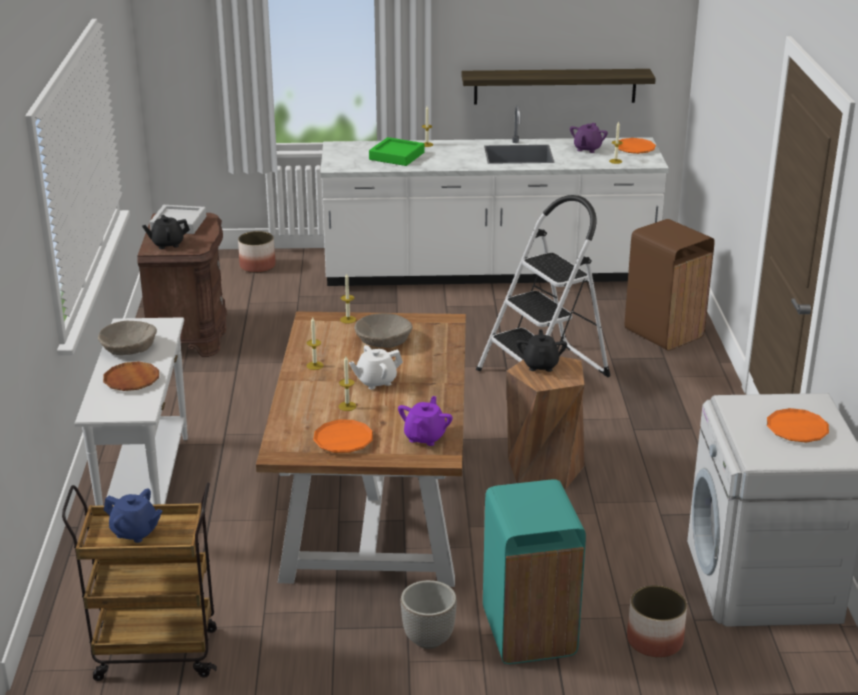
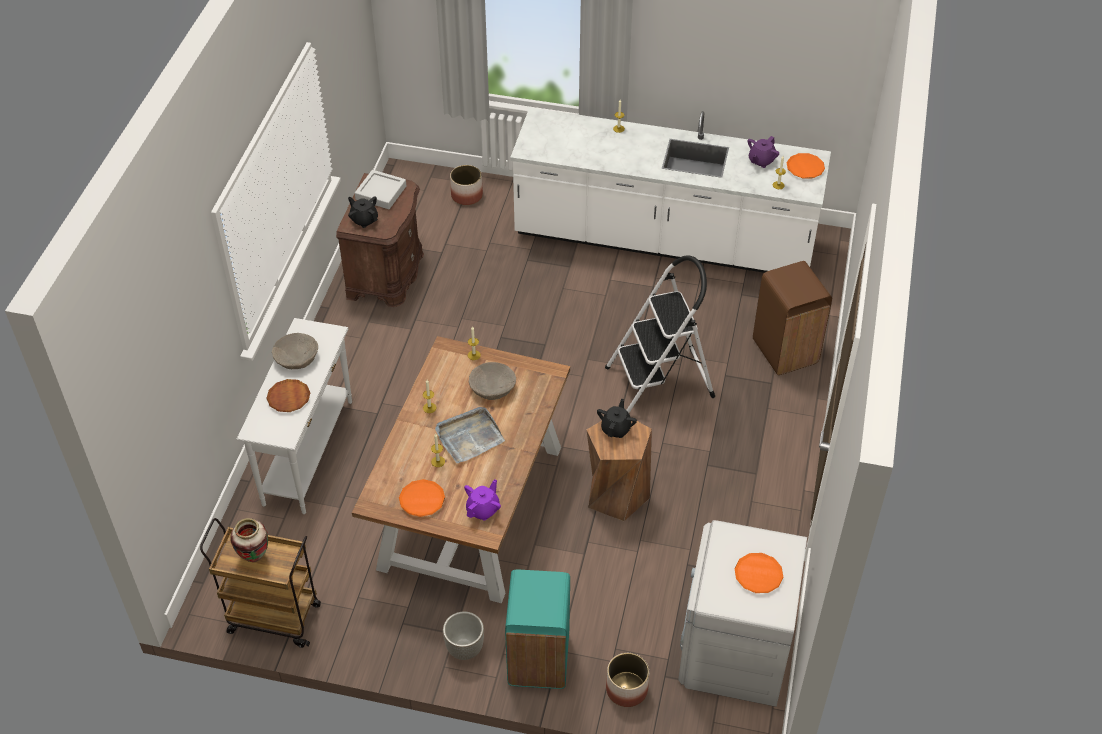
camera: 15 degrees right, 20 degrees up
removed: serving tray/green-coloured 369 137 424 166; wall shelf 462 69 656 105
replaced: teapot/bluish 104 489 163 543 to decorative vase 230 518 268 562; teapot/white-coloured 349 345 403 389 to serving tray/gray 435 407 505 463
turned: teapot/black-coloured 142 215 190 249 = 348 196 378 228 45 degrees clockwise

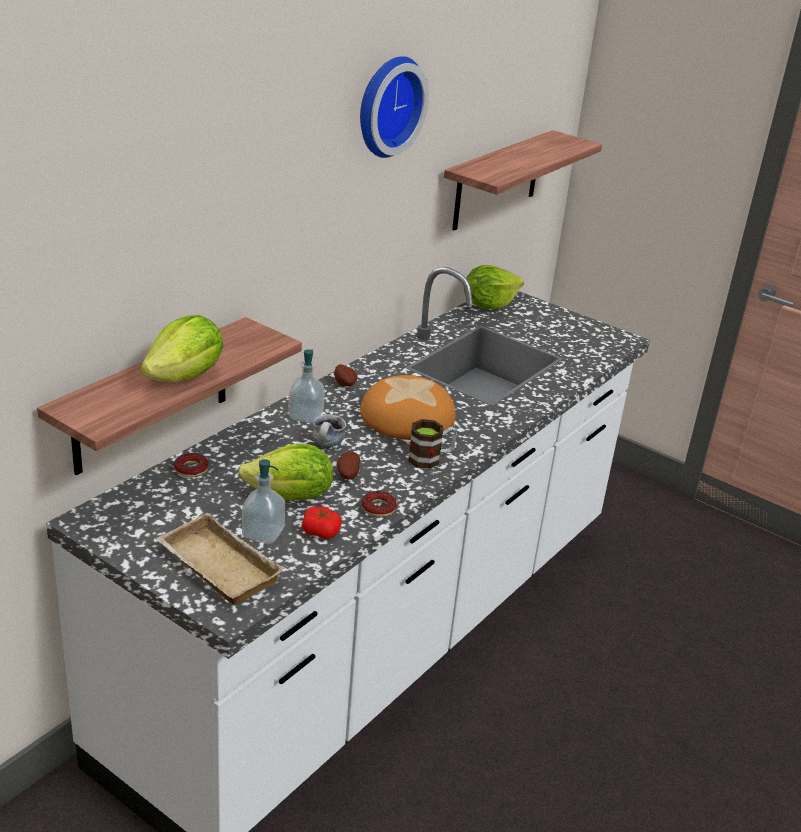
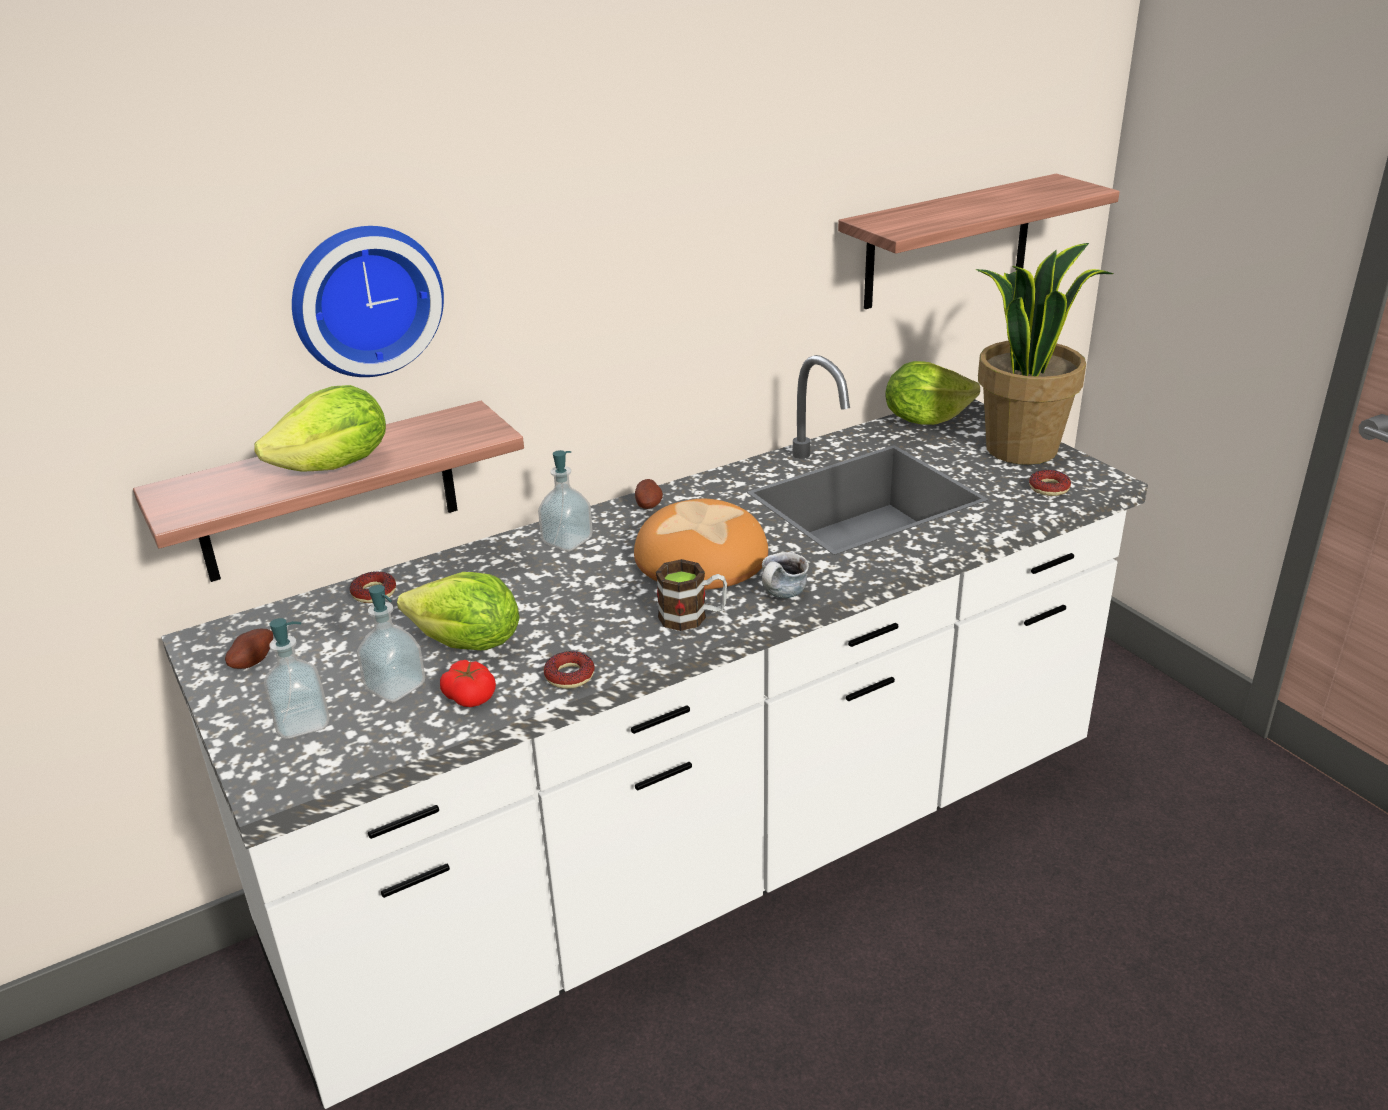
camera: 25 degrees right, 0 degrees up
added: potted plant 976 243 1114 465; doughnut 1029 470 1071 496
moved: whole potato 337 451 360 479 to 225 629 273 669; wall clock 360 56 429 158 to 292 226 444 377; tea mug 312 414 346 447 to 762 552 809 598
replaced: serving tray/beige-coloured 155 513 285 604 to soap bottle 264 618 330 739

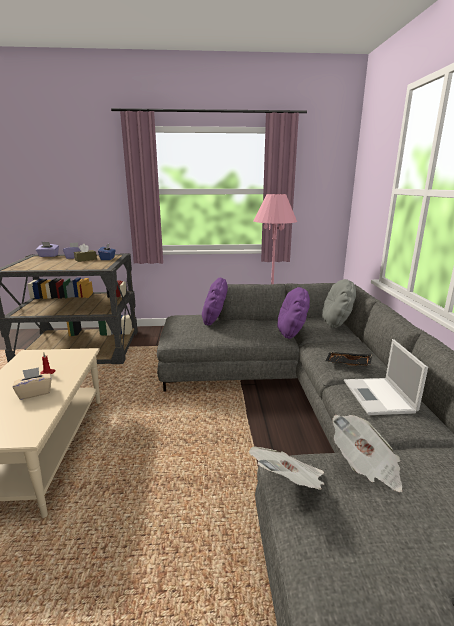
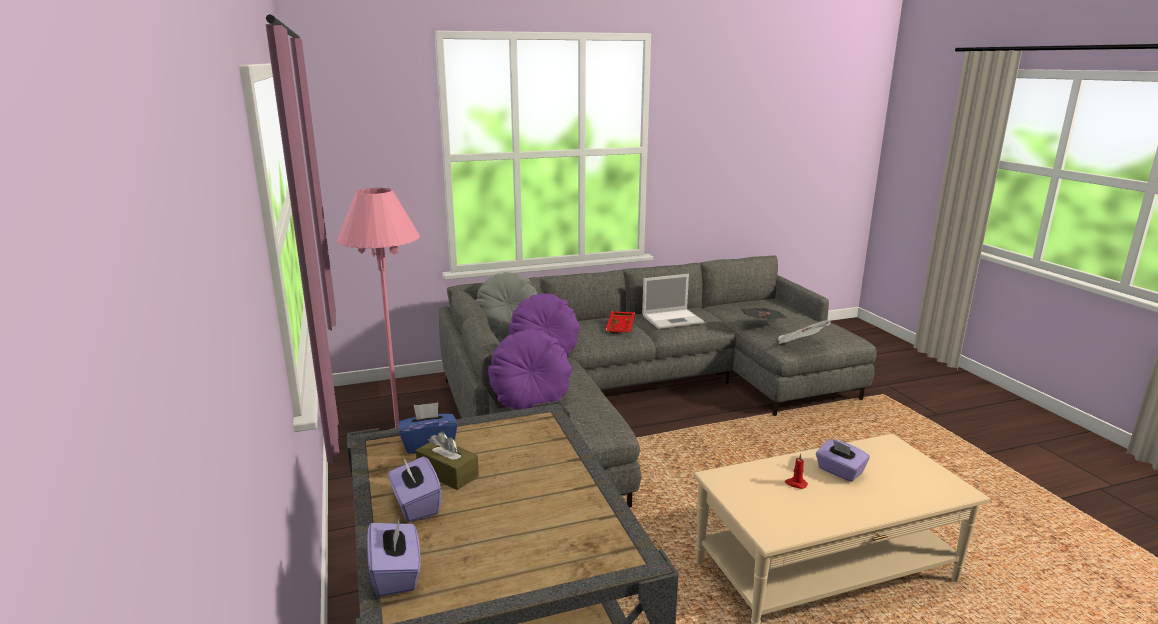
camera: 105 degrees left, 0 degrees up
recoloured: serving tray/black-coloured 325 352 372 365 to serving tray/red-coloured 606 311 635 334; box of tissues/beige-coloured 13 367 51 400 to box of tissues/purple-coloured 816 439 870 482

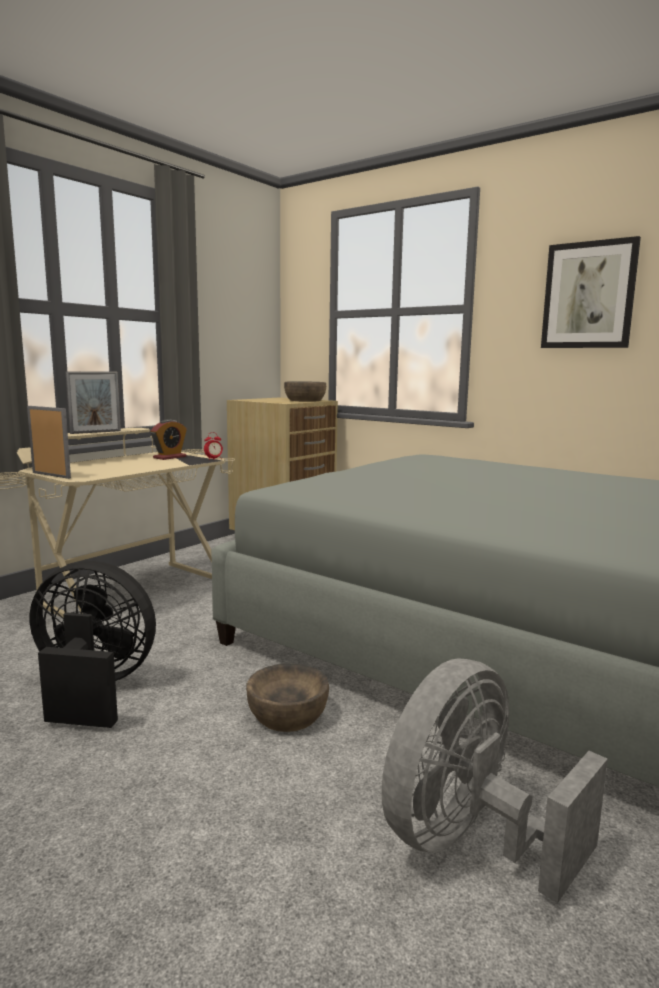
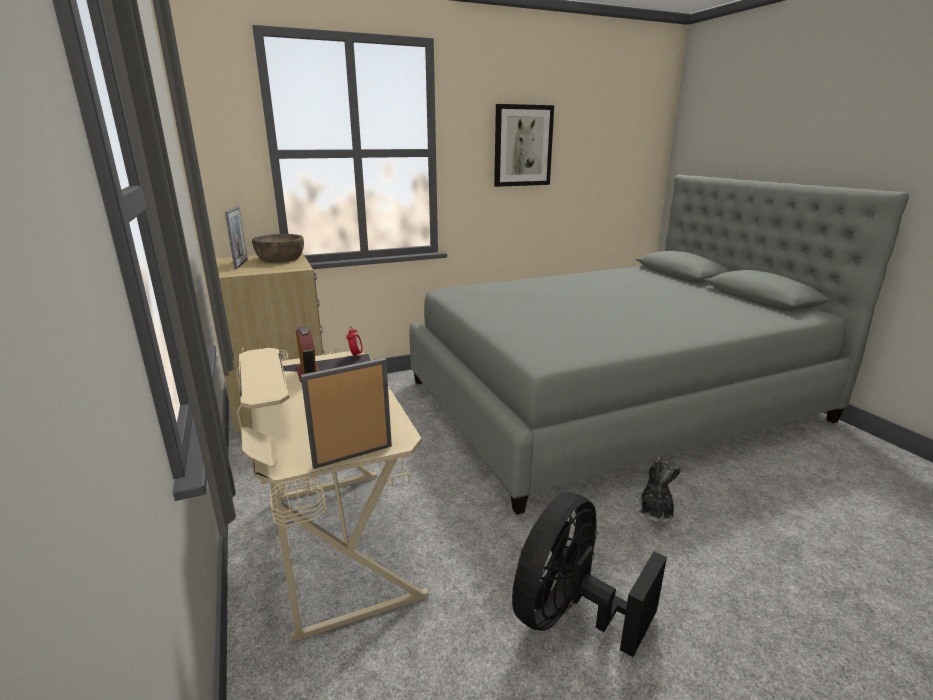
camera: 60 degrees left, 10 degrees up
removed: cooling fan/gray 381 658 608 903
moved: standing frame 65 371 121 434 to 225 206 248 269
replaced: deep dish/brown-coloured 246 663 329 732 to plush toy 635 457 682 524

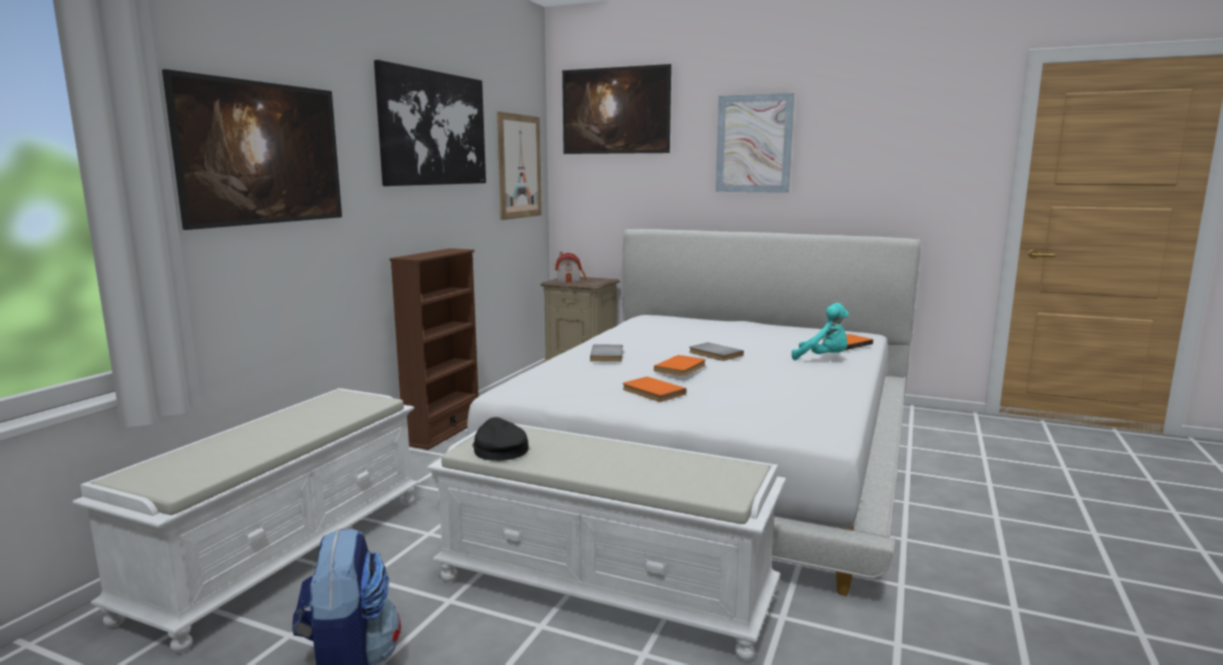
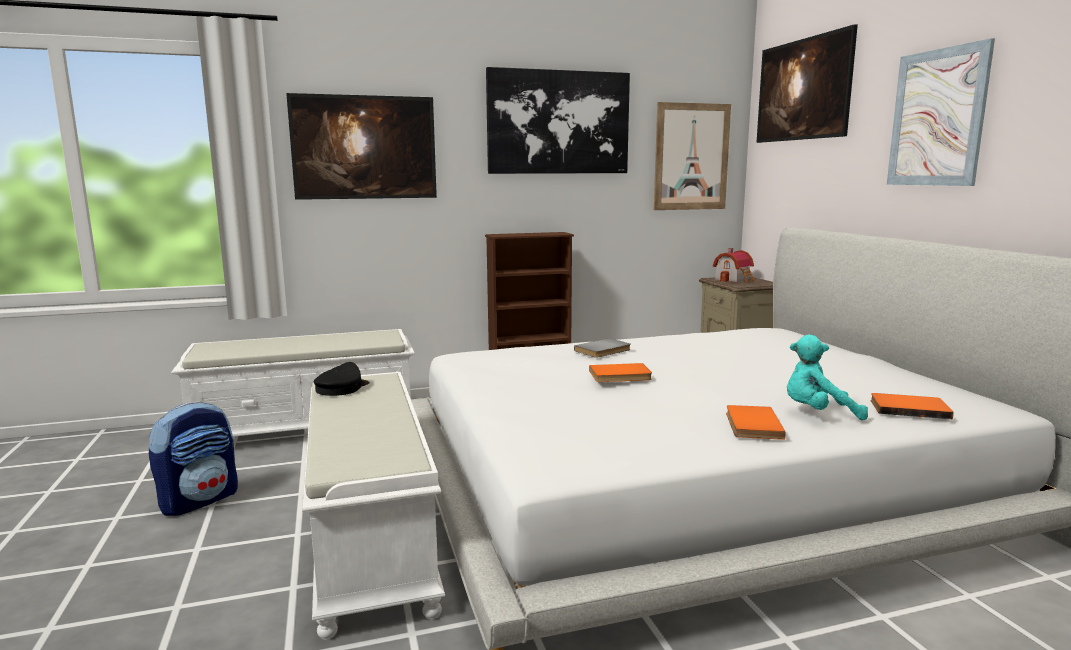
camera: 50 degrees right, 0 degrees up
removed: book/gray 689 342 744 361
moved: book/orange 623 377 687 402 to 726 405 786 440
turned: plush toy/turquoise-coloured 792 303 849 360 = 787 335 868 420 105 degrees clockwise

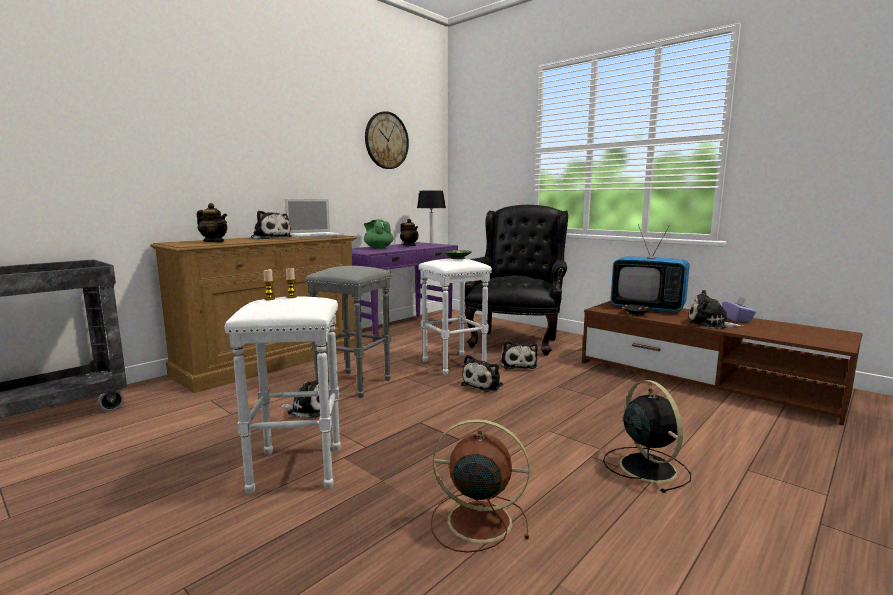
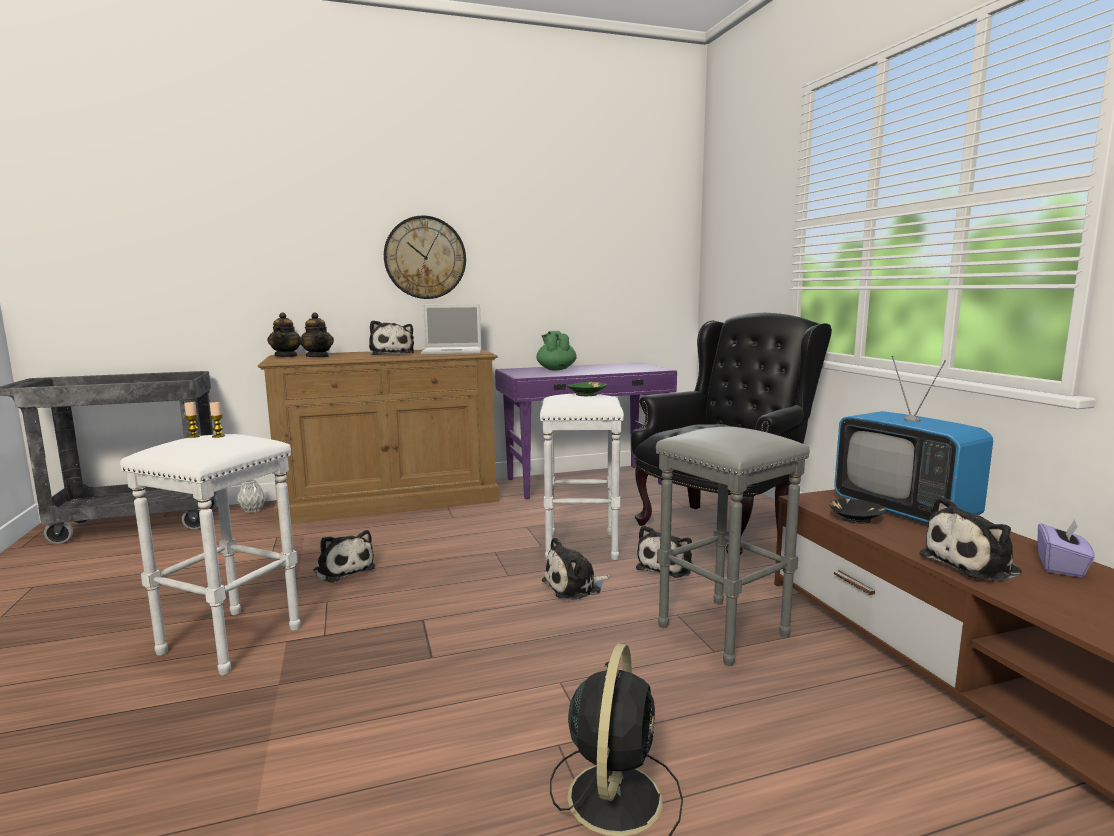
camera: 30 degrees right, 0 degrees up
removed: tabletop lamp/black-coloured 417 191 446 244; cooling fan/brown-coloured 431 419 530 553
added: decorative vase/gray 236 479 267 513
moved: teapot 400 218 419 246 to 267 312 301 357; wall clock 365 111 409 169 to 384 215 466 299; stool/gray 306 266 392 398 to 656 427 810 666
turned: plush toy 689 290 743 329 = 919 496 1022 581 75 degrees counterclockwise

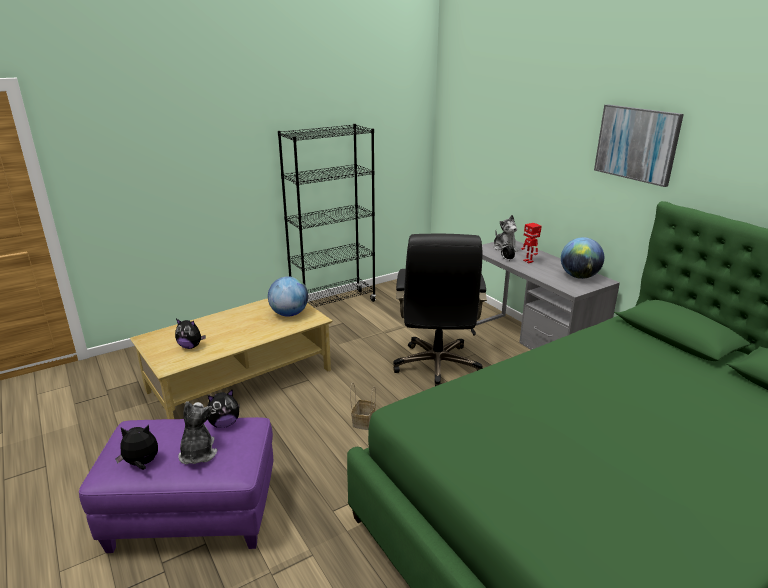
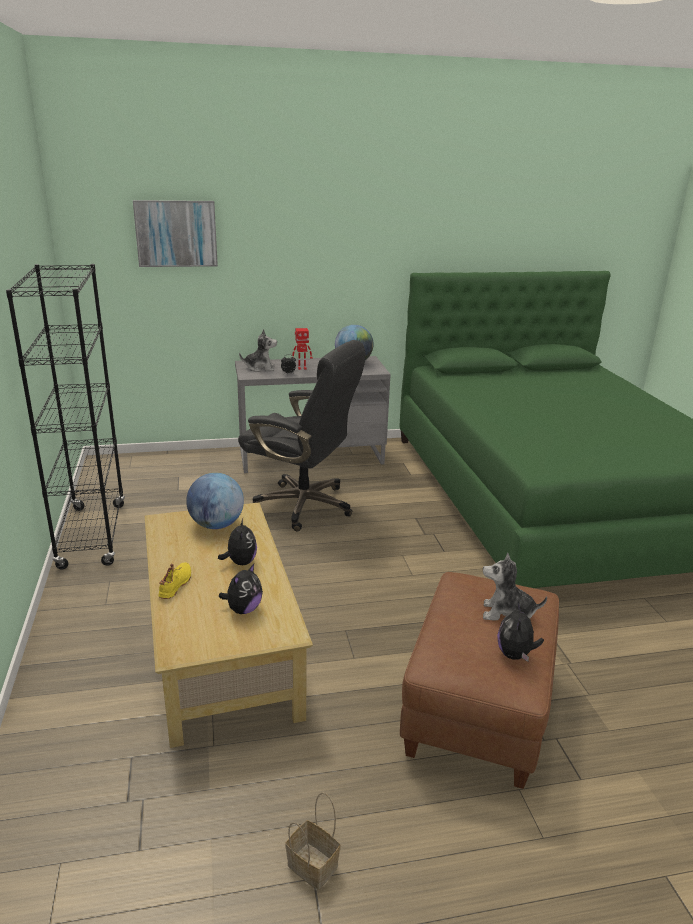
camera: 70 degrees left, 0 degrees up
added: low shoe/yellow-coloured 159 562 191 599
moved: wall art 594 104 684 187 to 133 200 218 267; plush toy 208 389 240 428 to 218 519 257 565; household basket 350 383 376 430 to 285 792 341 890
recoloured: ottoman/purple-coloured 79 417 273 553 to ottoman/brown-coloured 400 572 559 789

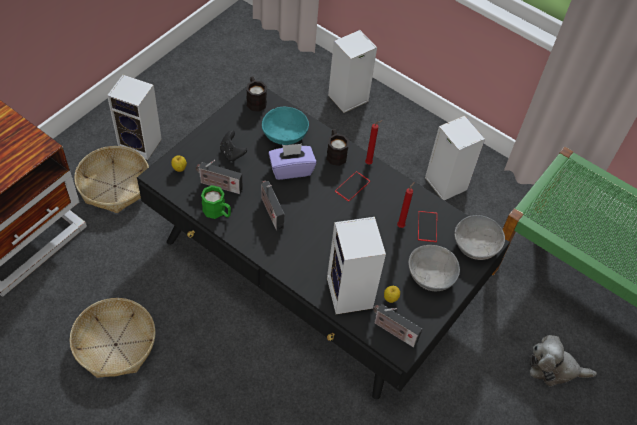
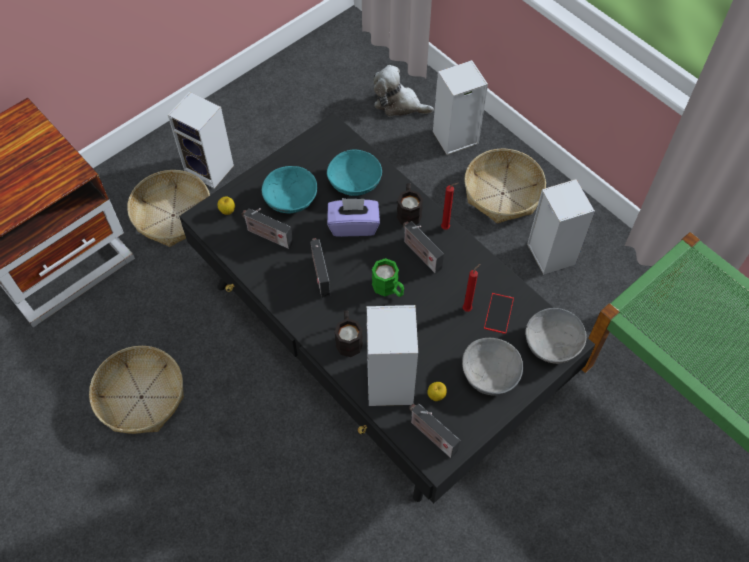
camera: 15 degrees right, 5 degrees up
added: household basket 464 149 546 224
moved: tea mug/black-coloured 246 76 267 112 to 334 310 363 357; tea mug/green-coloured 201 185 231 219 to 372 258 404 297; plush toy 530 335 597 386 to 373 65 434 117
replaced: joypad/black-coloured 220 130 247 162 to deep dish/turquoise-coloured 262 166 317 213; phone 335 171 370 201 to radio set 403 221 444 274

